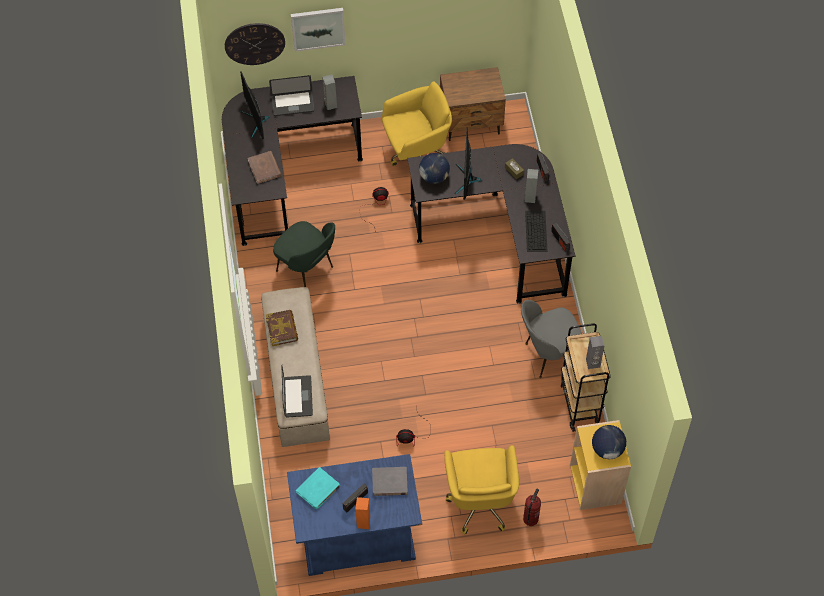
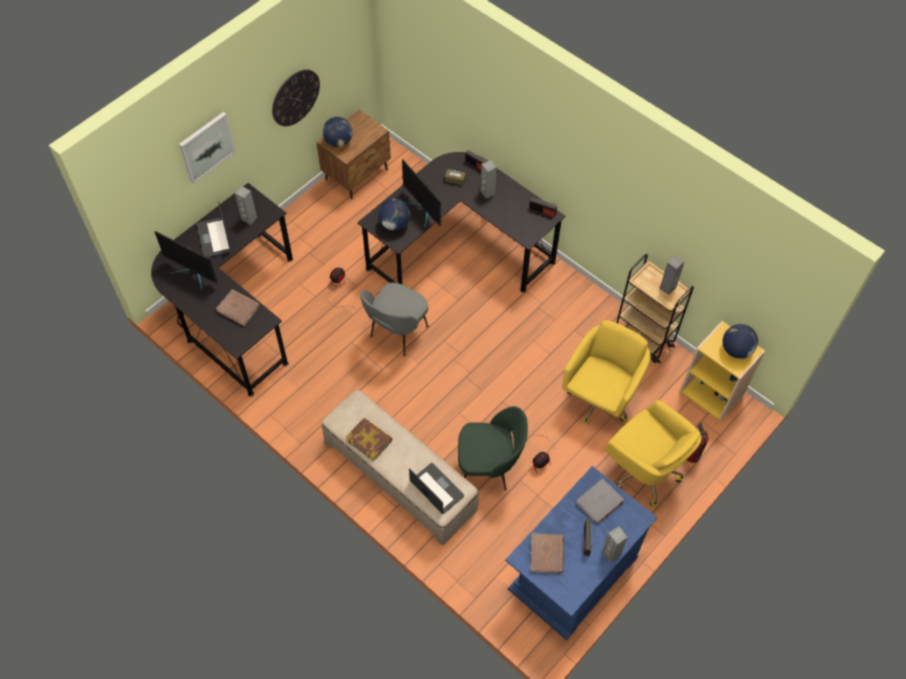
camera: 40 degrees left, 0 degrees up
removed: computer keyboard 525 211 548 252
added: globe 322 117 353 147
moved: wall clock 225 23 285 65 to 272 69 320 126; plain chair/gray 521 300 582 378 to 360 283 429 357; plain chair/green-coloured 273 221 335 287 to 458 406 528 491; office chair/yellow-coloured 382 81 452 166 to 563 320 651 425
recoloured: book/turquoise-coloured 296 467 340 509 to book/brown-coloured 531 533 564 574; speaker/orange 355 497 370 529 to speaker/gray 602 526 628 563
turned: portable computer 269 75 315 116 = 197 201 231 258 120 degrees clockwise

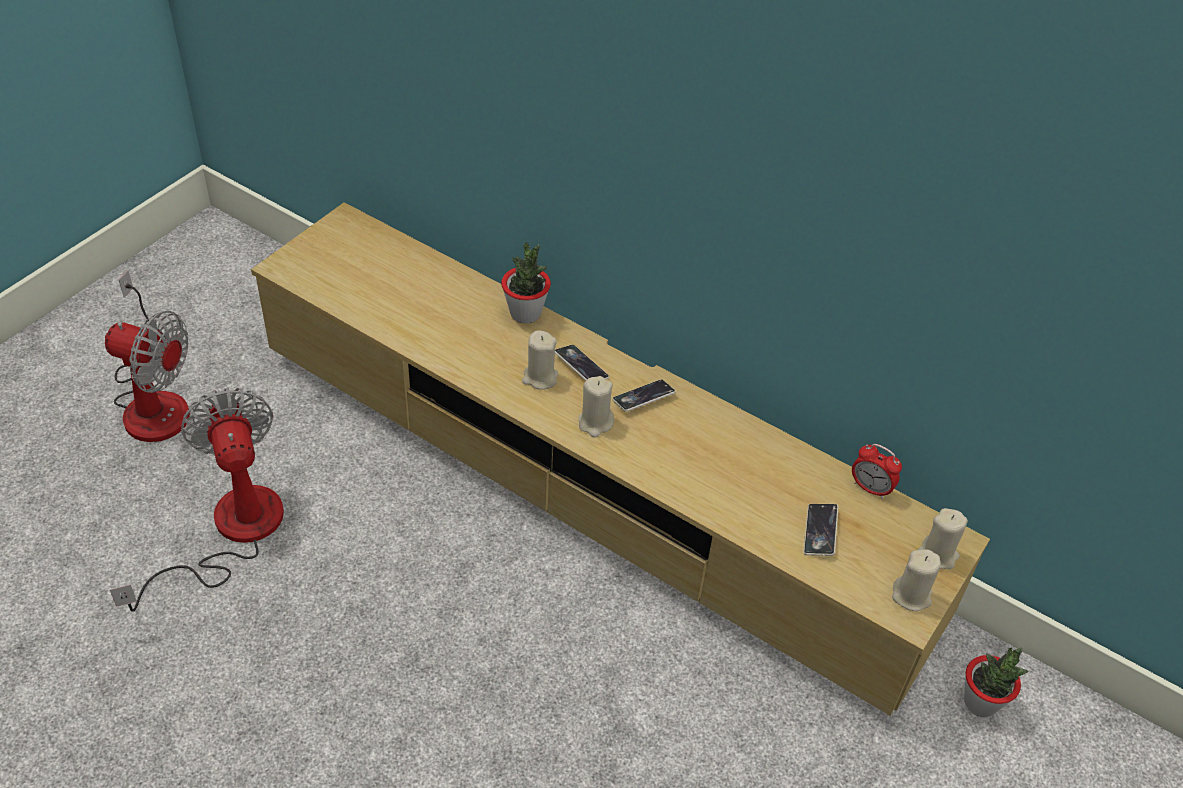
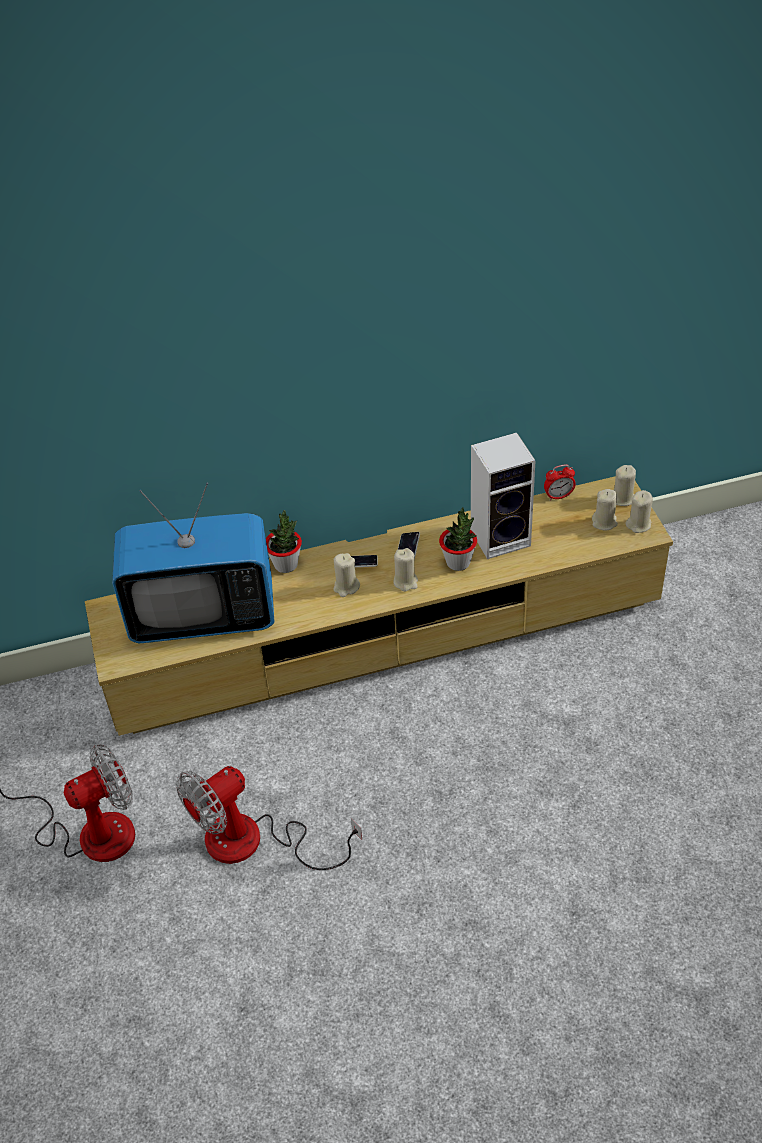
camera: 45 degrees left, 0 degrees up
removed: phone 804 504 838 556
added: television 112 483 274 643; speaker 471 433 536 559; candle/beige-coloured 592 489 618 531
moved: potted plant 964 648 1029 717 to 439 507 477 571
turned: cooling fan 110 388 284 612 = 176 766 362 870 60 degrees counterclockwise

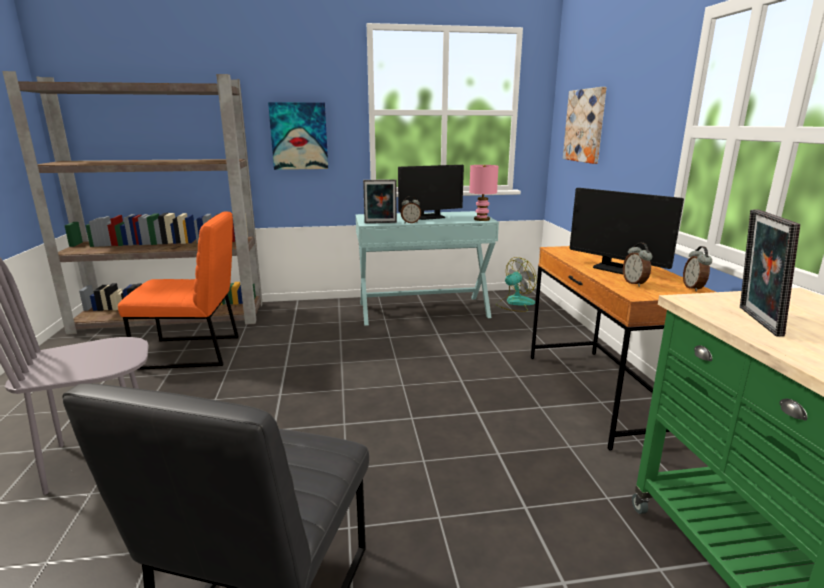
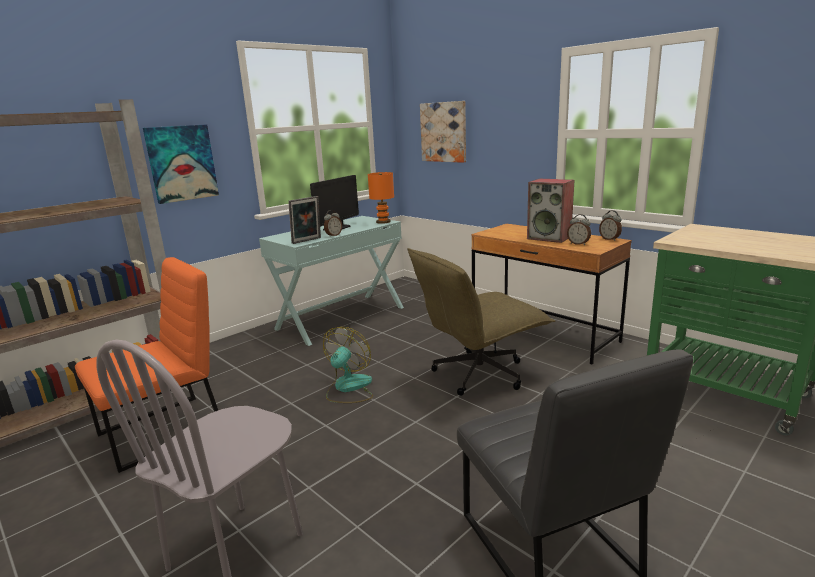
camera: 35 degrees left, 0 degrees up
removed: standing frame 740 209 800 337
added: office chair/beige-coloured 407 248 555 396
moved: cooling fan 496 257 537 312 to 323 327 373 403
replaced: computer display 570 188 684 274 to speaker 527 179 574 243
recoloured: tabletop lamp/pinkish 469 165 499 221 to tabletop lamp/orange 368 172 394 224

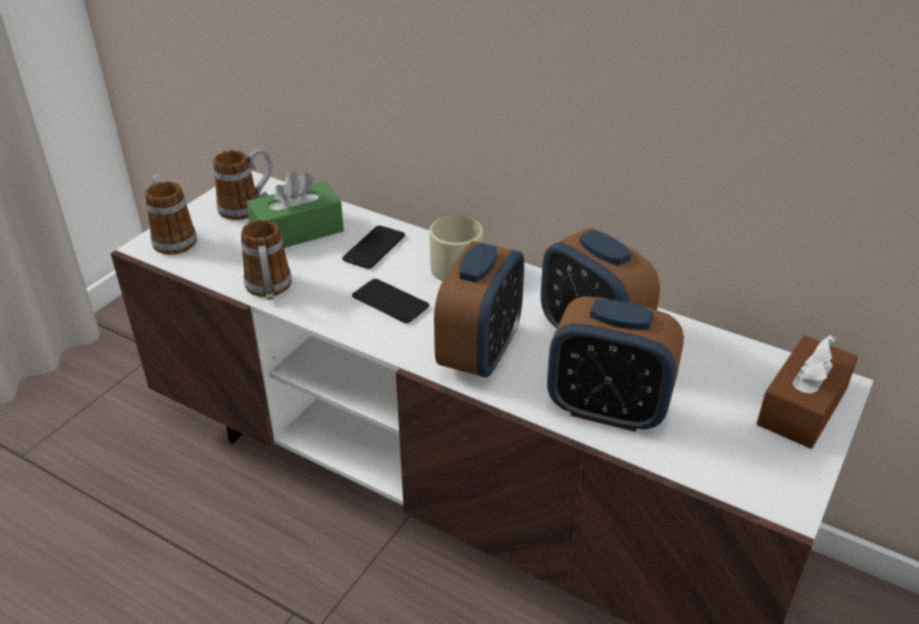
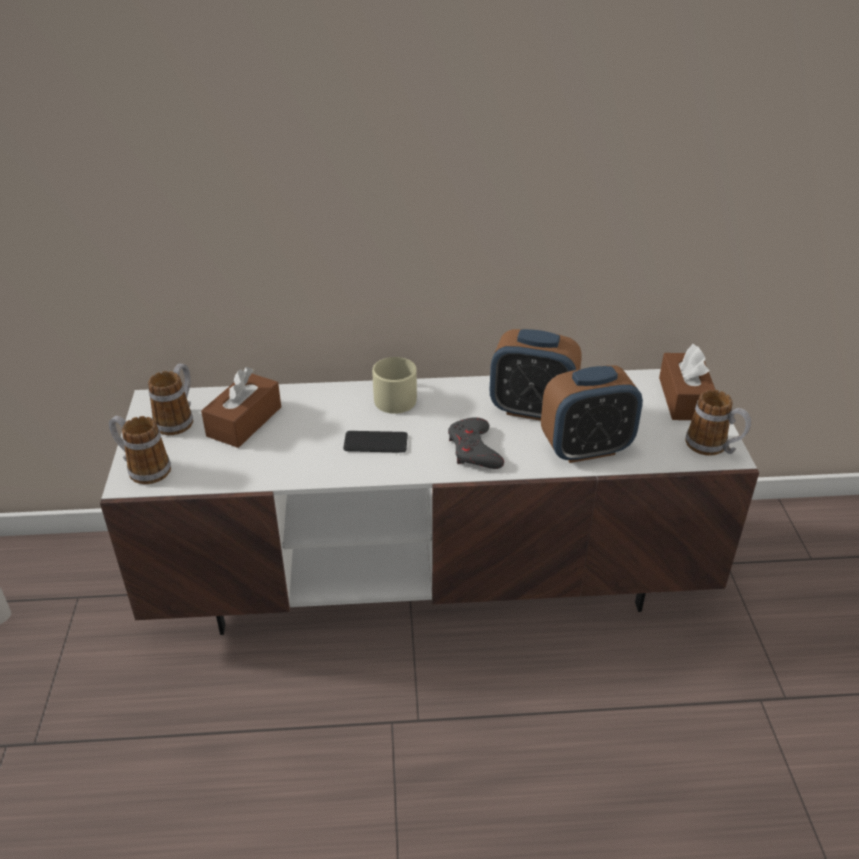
camera: 35 degrees left, 0 degrees up
removed: phone 342 226 405 269
moved: tea mug 241 220 292 300 to 685 390 751 456
replaced: table clock 434 241 524 377 to joypad/gray 448 417 504 469
recoloured: box of tissues/green-coloured 247 171 344 248 to box of tissues/brown-coloured 201 367 281 448

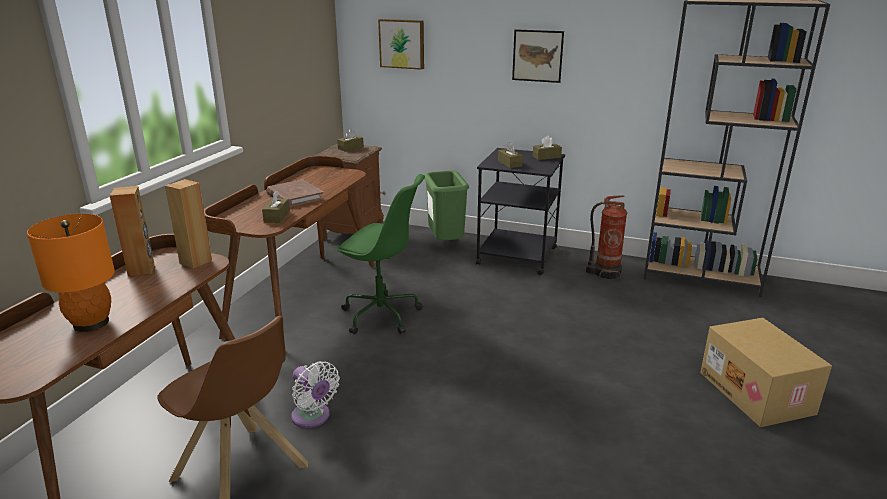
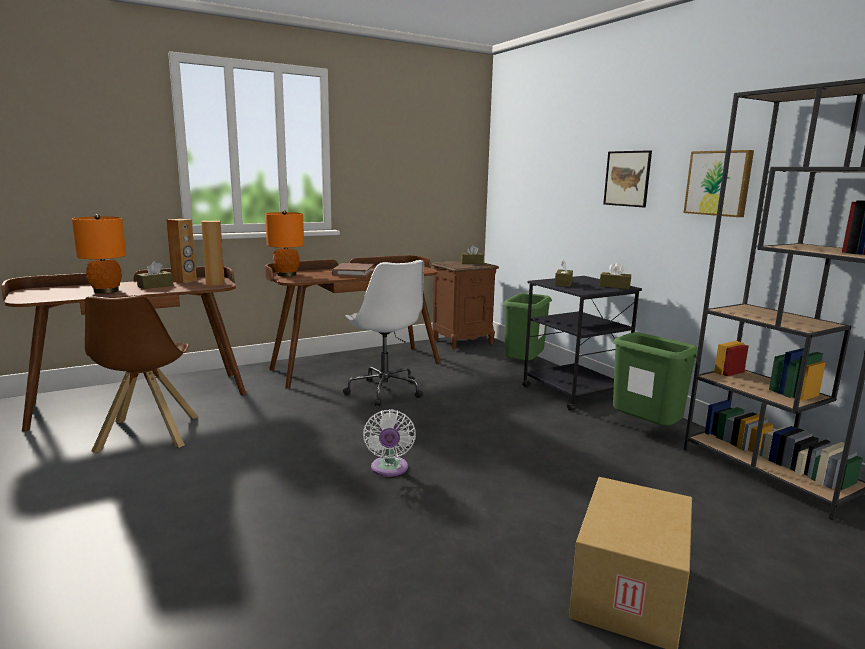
camera: 40 degrees right, 10 degrees down
added: tabletop lamp/orange 265 210 304 277
moved: box of tissues/brown-coloured 262 191 290 223 to 136 261 173 289; cooling fan/white-coloured 291 361 340 428 to 363 409 416 477; wall art 378 19 424 70 to 684 150 754 217
replaced: fire-fighting cylinder 586 195 627 279 to rubbish bin/green-coloured 613 332 698 426
recoloured: office chair/green-coloured 336 174 425 334 to office chair/white-coloured 343 260 424 406

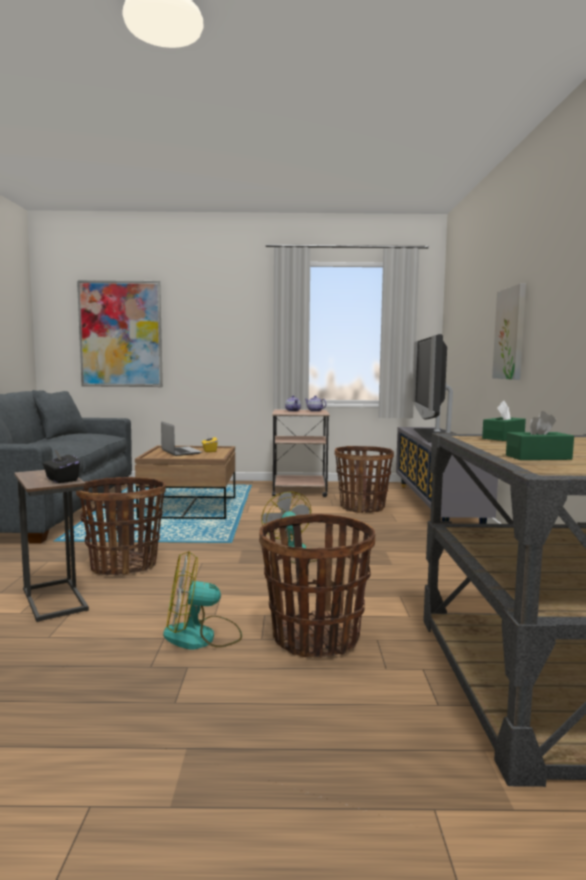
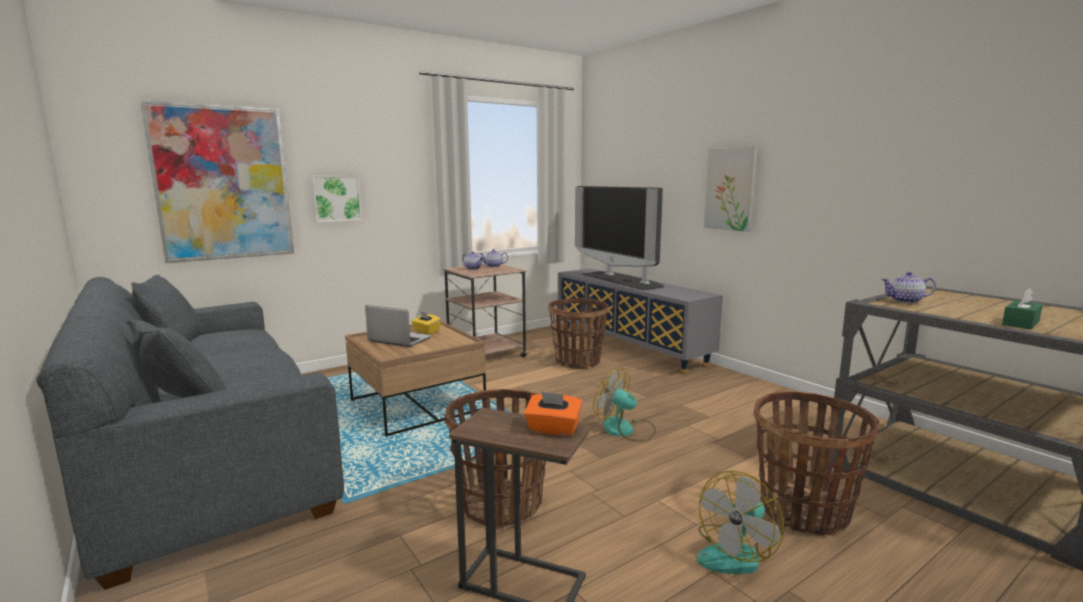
camera: 35 degrees left, 5 degrees up
added: wall art 311 175 362 222
replaced: box of tissues/green-coloured 482 401 526 441 to teapot 882 272 936 303
recoloured: box of tissues/black-coloured 43 449 80 483 to box of tissues/orange 524 391 583 436

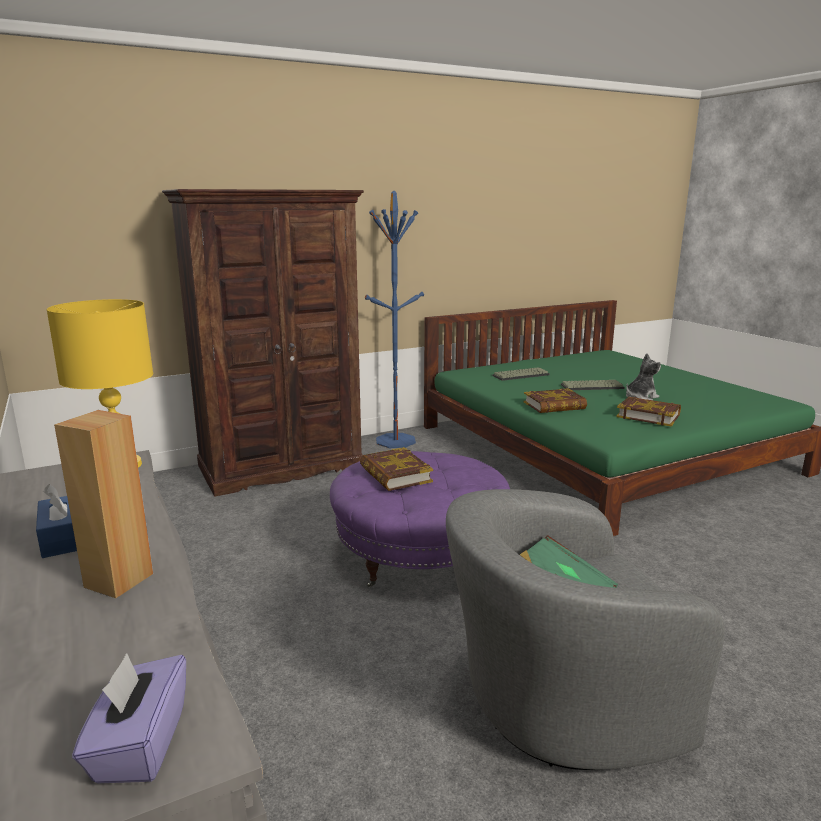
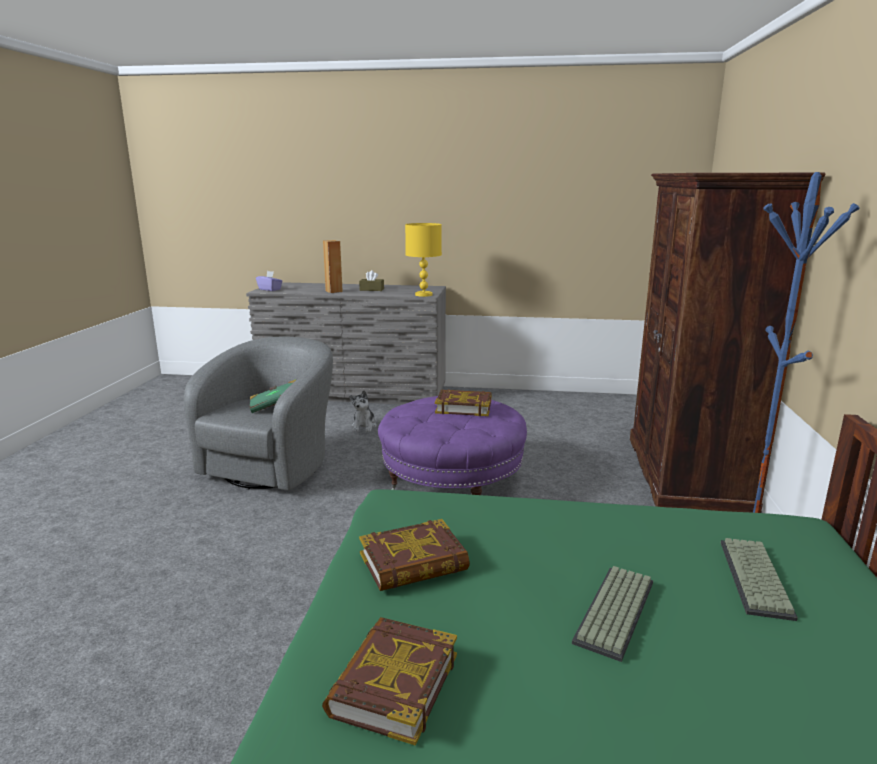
camera: 125 degrees right, 0 degrees up
moved: book 523 388 587 413 to 322 617 457 746; plush toy 626 353 661 400 to 349 390 377 432
recoloured: box of tissues/bluish 36 484 77 558 to box of tissues/brown-coloured 359 270 384 291

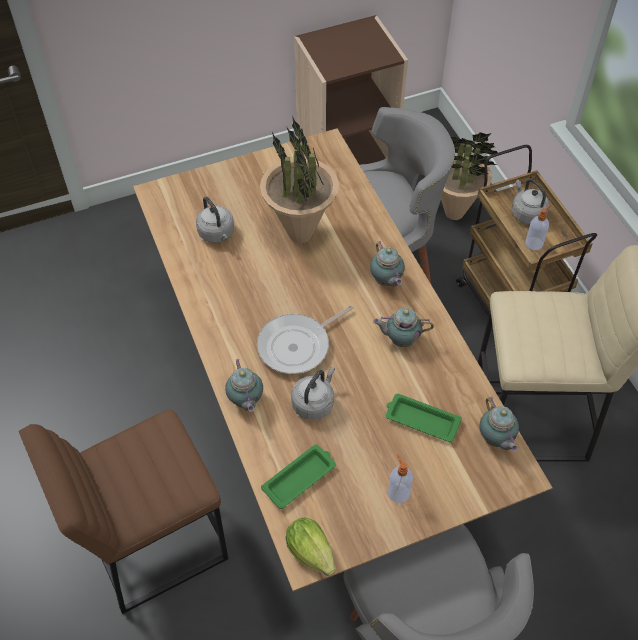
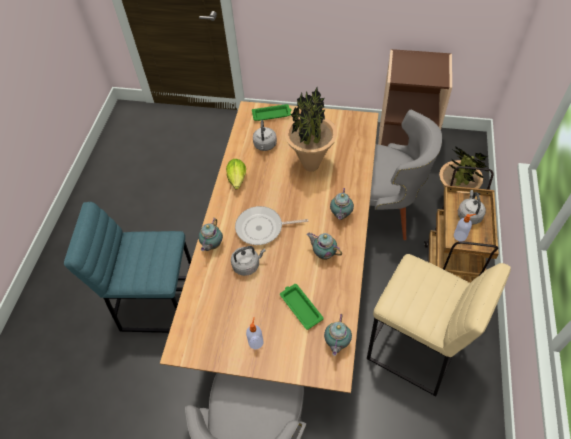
camera: 35 degrees right, 0 degrees up
moved: head of lettuce 286 518 336 576 to 226 159 246 189; serving tray/green-coloured 261 444 336 509 to 252 104 292 121
recoloured: stool/brown-coloured 19 409 228 614 to stool/bluish 64 202 191 333

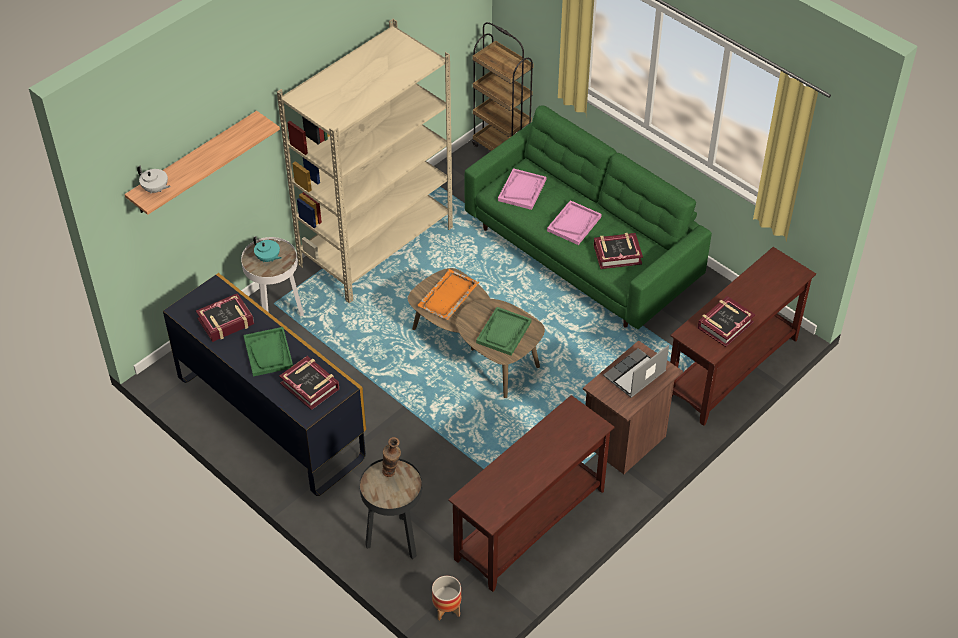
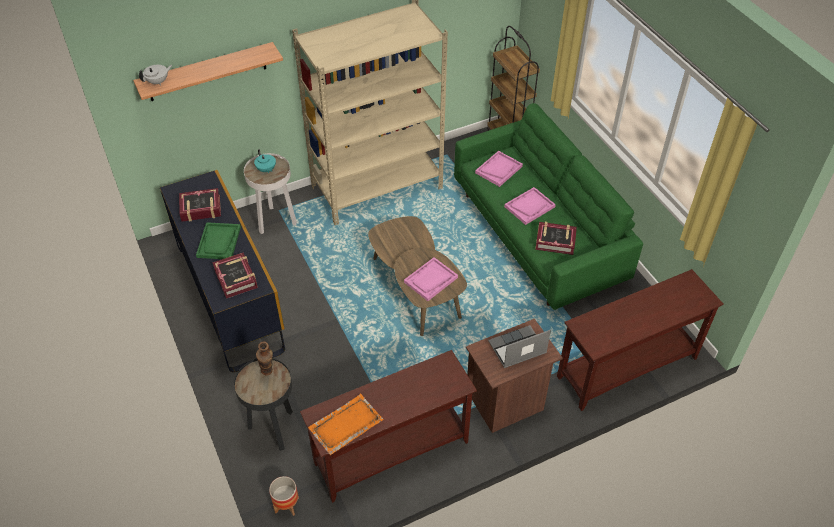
camera: 20 degrees right, 0 degrees up
removed: book 698 296 755 347
moved: serving tray/orange 417 269 479 320 to 308 394 383 455
recoloured: serving tray/green-coloured 476 307 532 356 to serving tray/pinkish 404 257 458 301
turned: teapot/white-coloured 137 165 171 194 = 139 65 172 85 90 degrees counterclockwise

